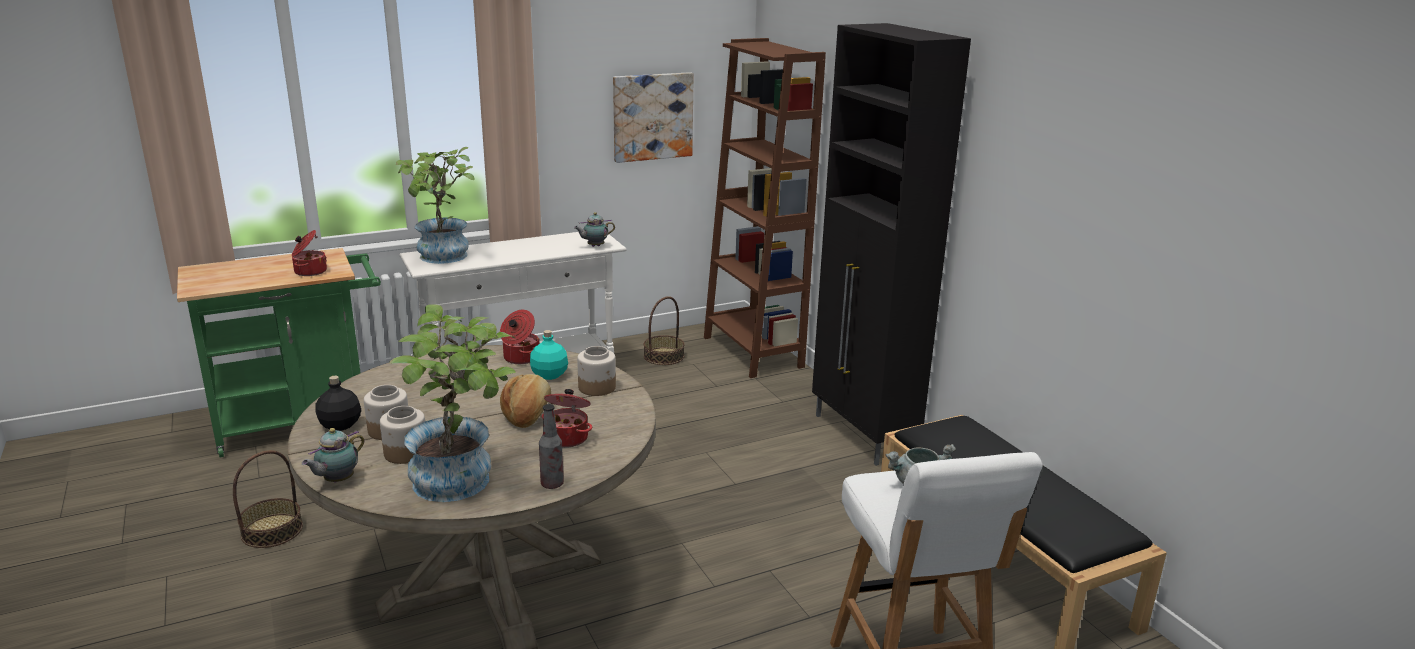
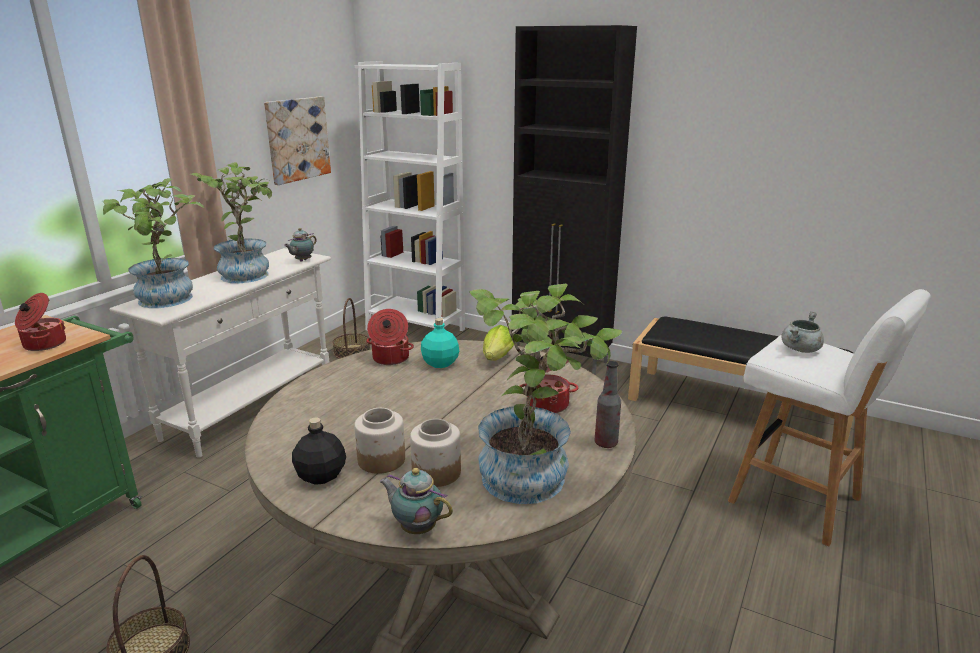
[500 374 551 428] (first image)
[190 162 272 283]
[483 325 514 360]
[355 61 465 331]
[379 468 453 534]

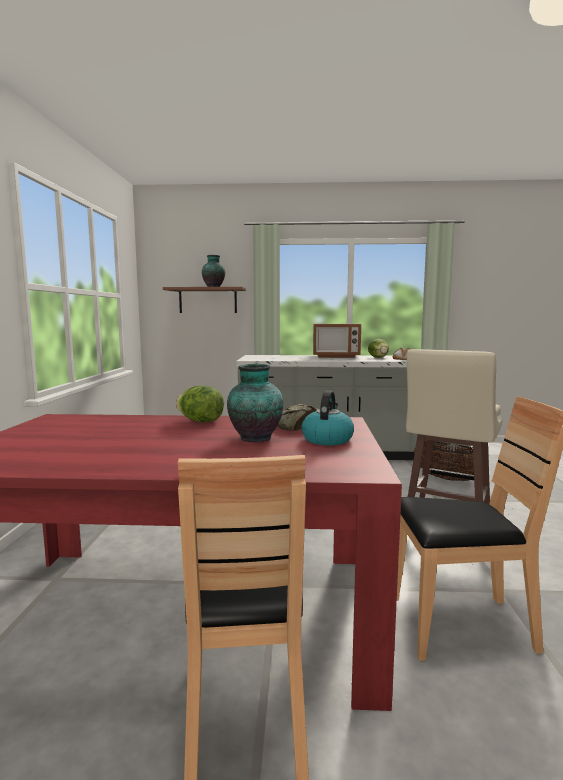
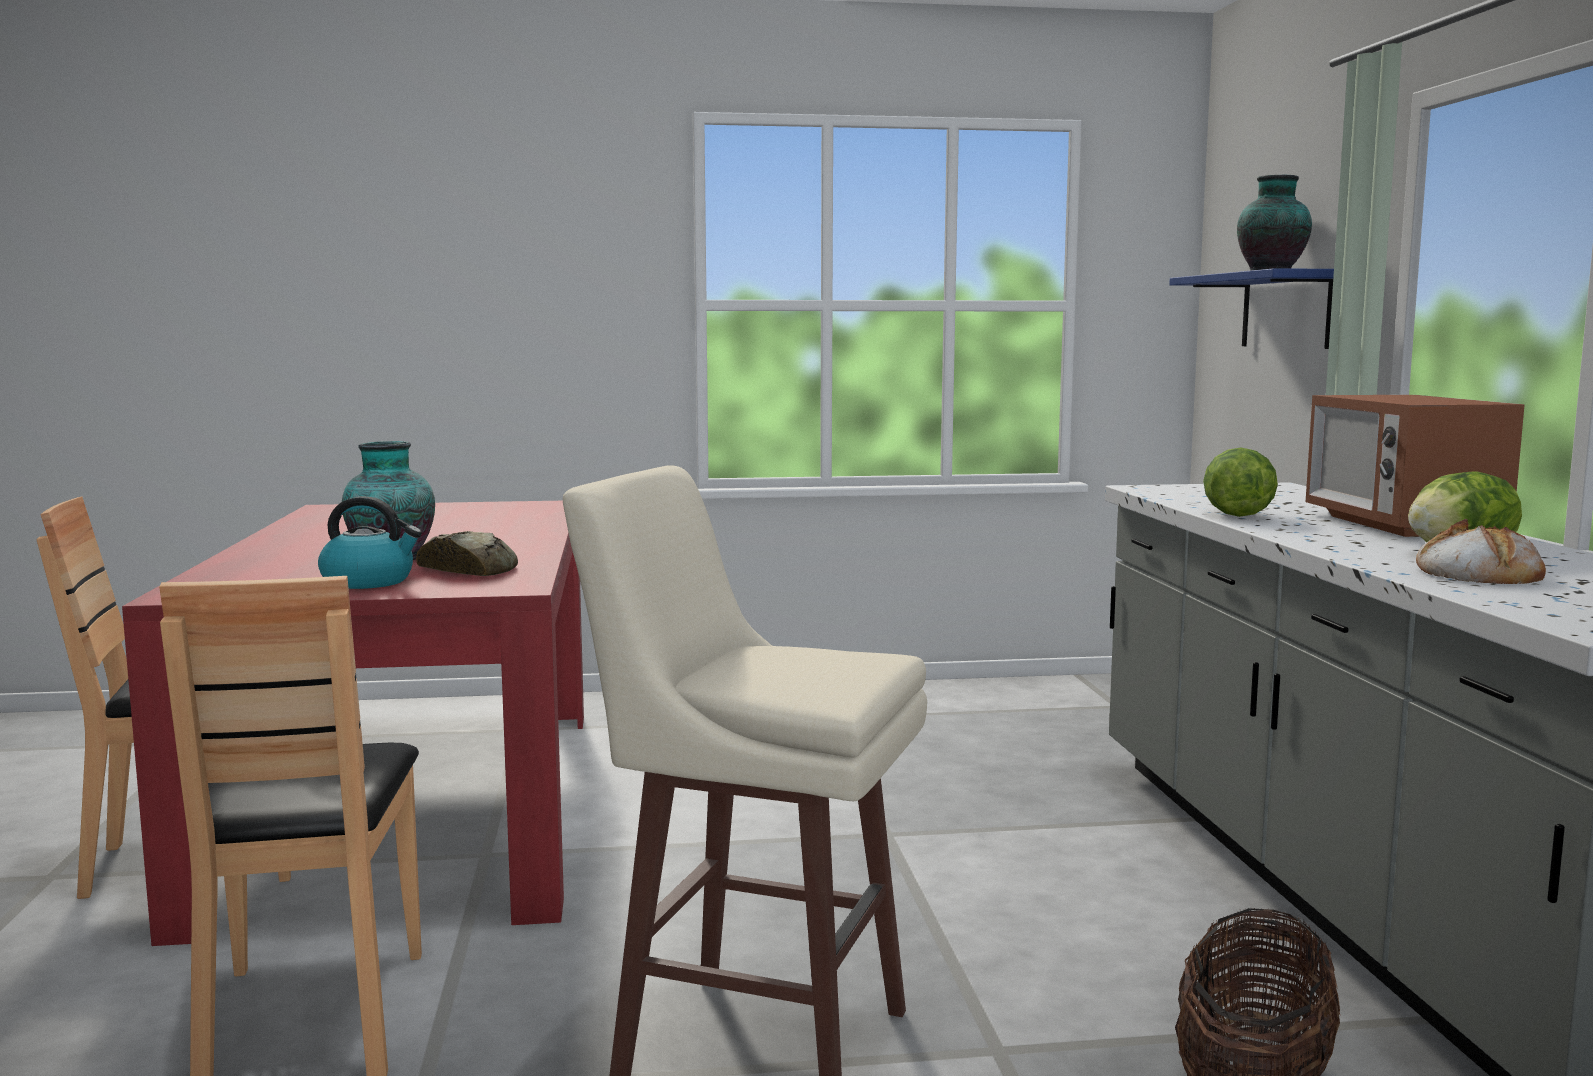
[1203 448 1278 517]
[1169 268 1334 349]

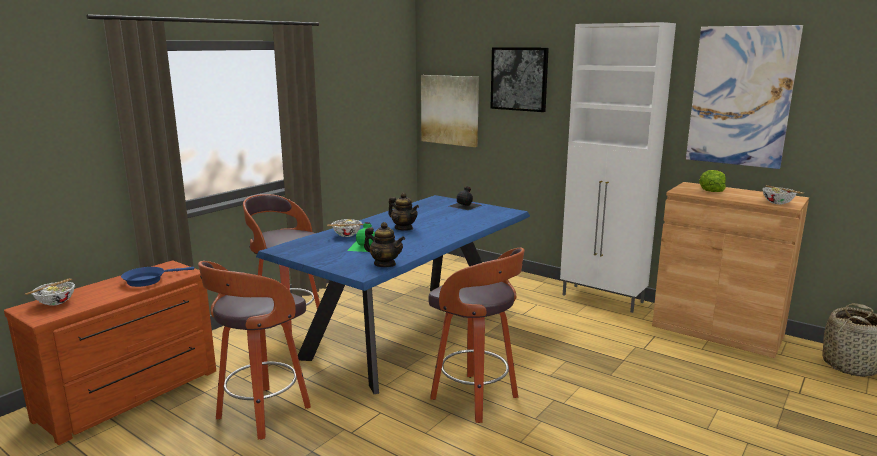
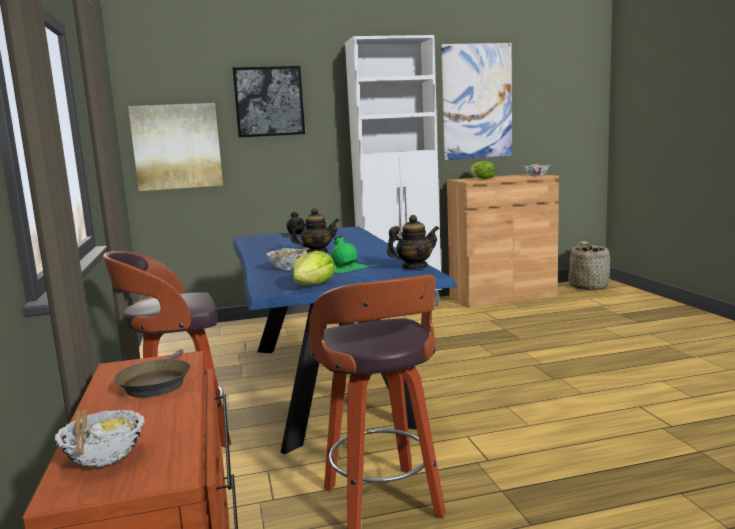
[428 248 524 423] (first image)
[293 251 335 285]
[114 349 191 397]

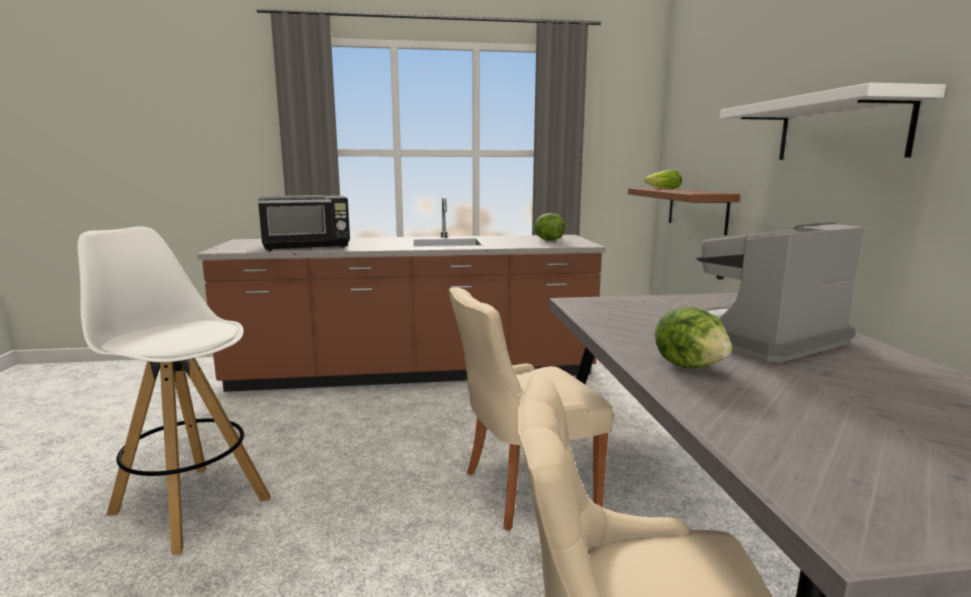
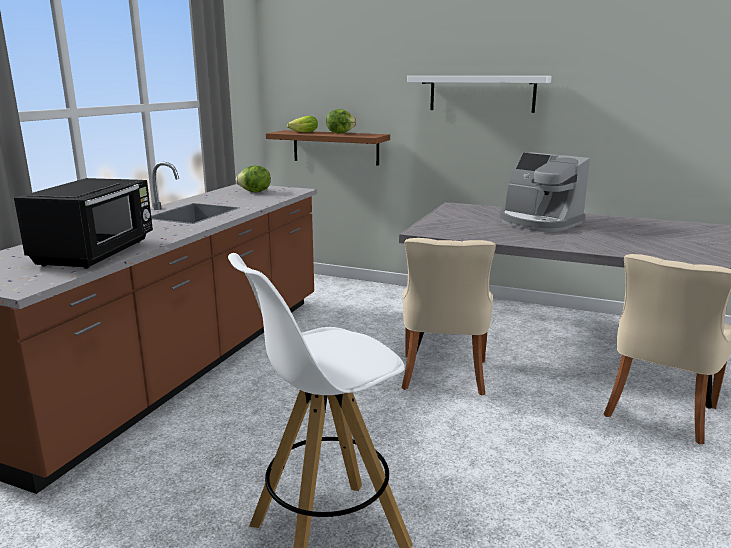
[326 109 357 134]
[500 152 590 232]

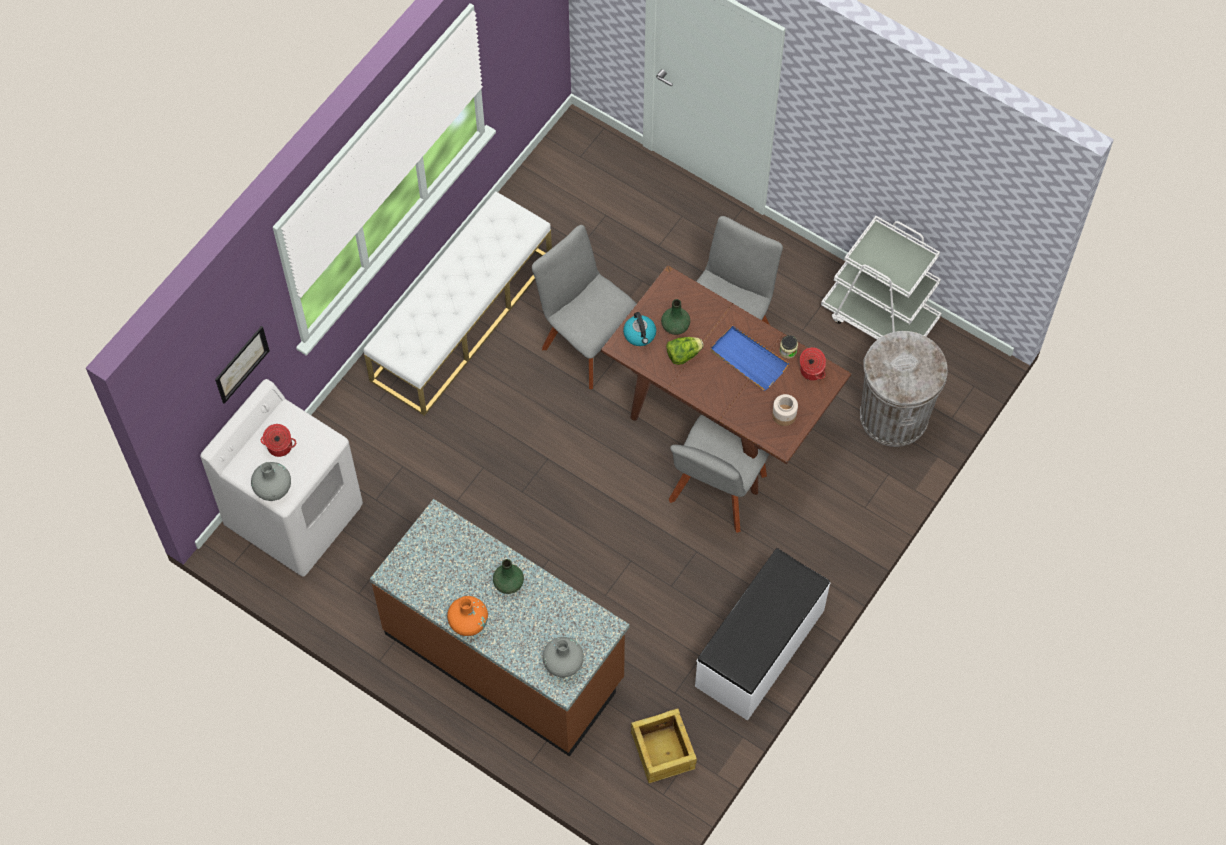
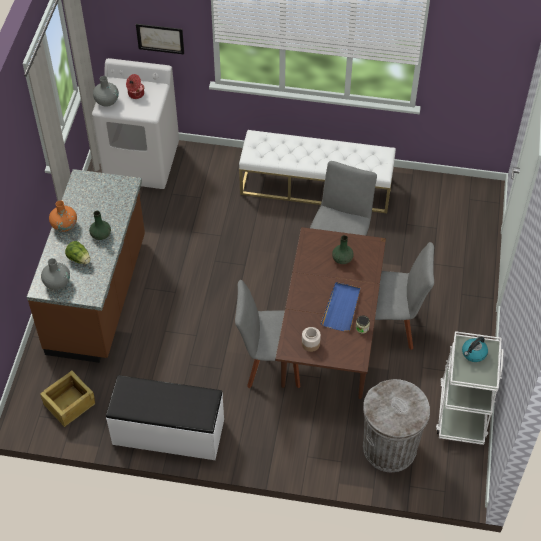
[800 347 826 380] (first image)
[462 337 488 362]
[65 241 90 264]

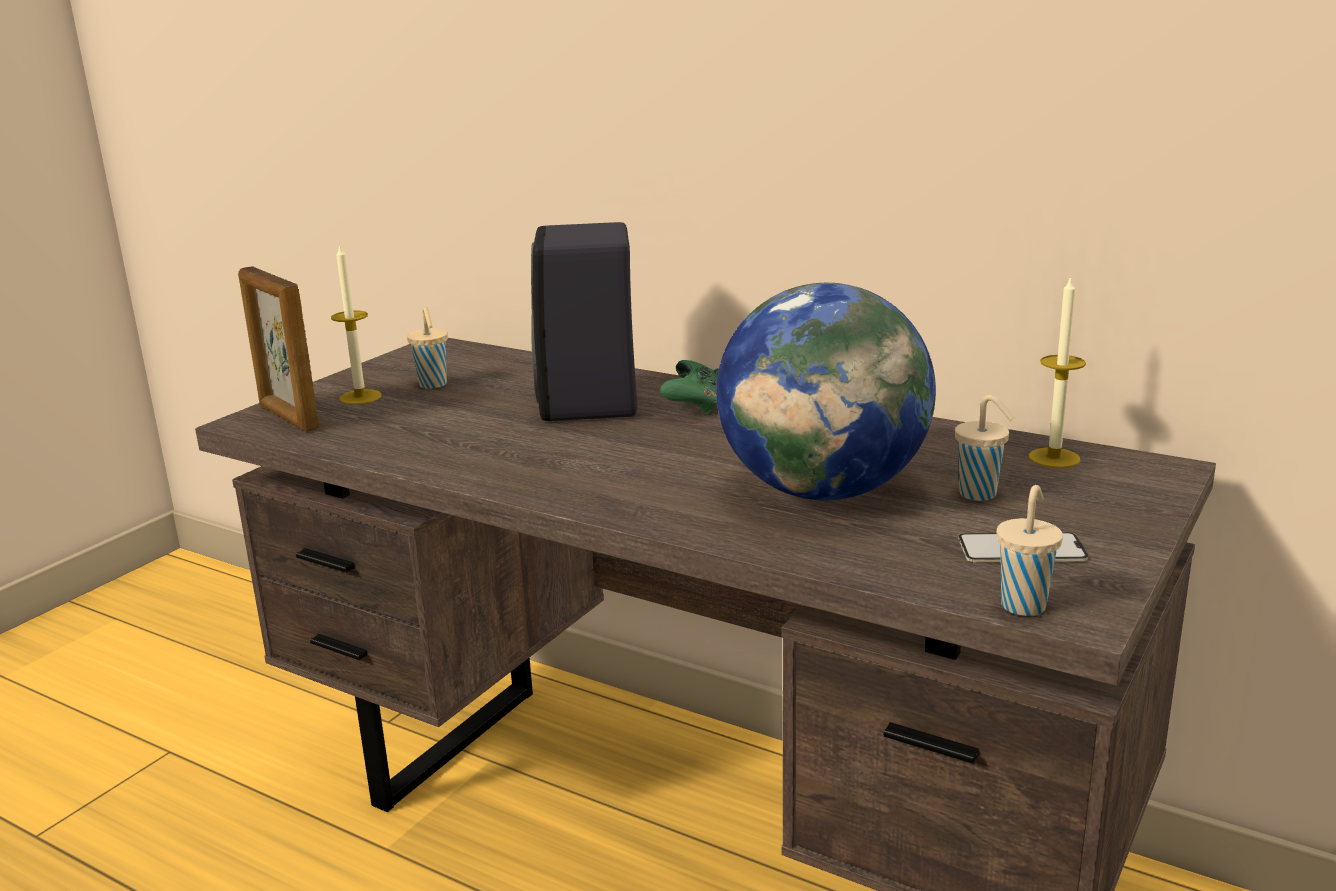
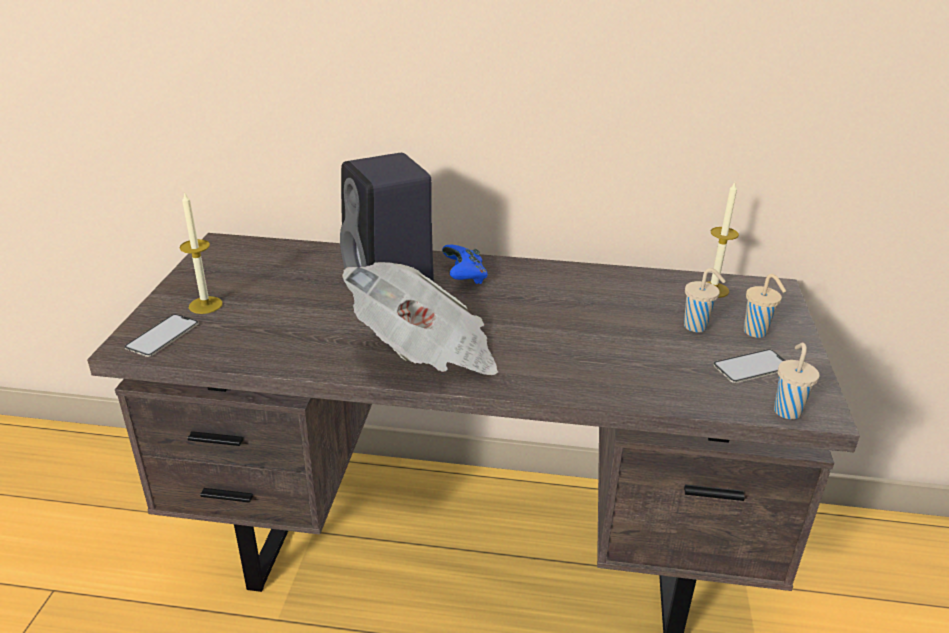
[716 283 936 500] (first image)
[342 262 498 375]
[744 274 786 338]
[124 314 199 357]
[442 245 488 284]

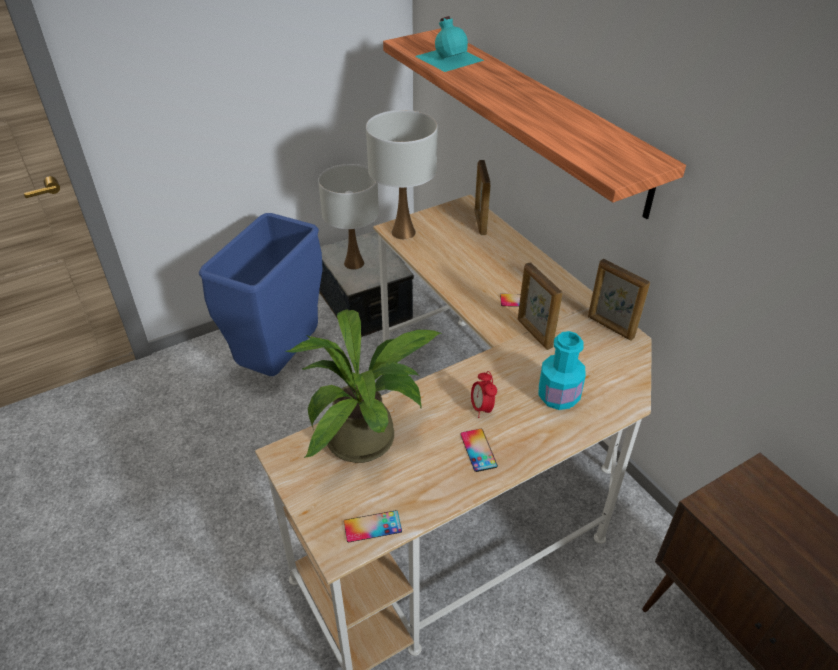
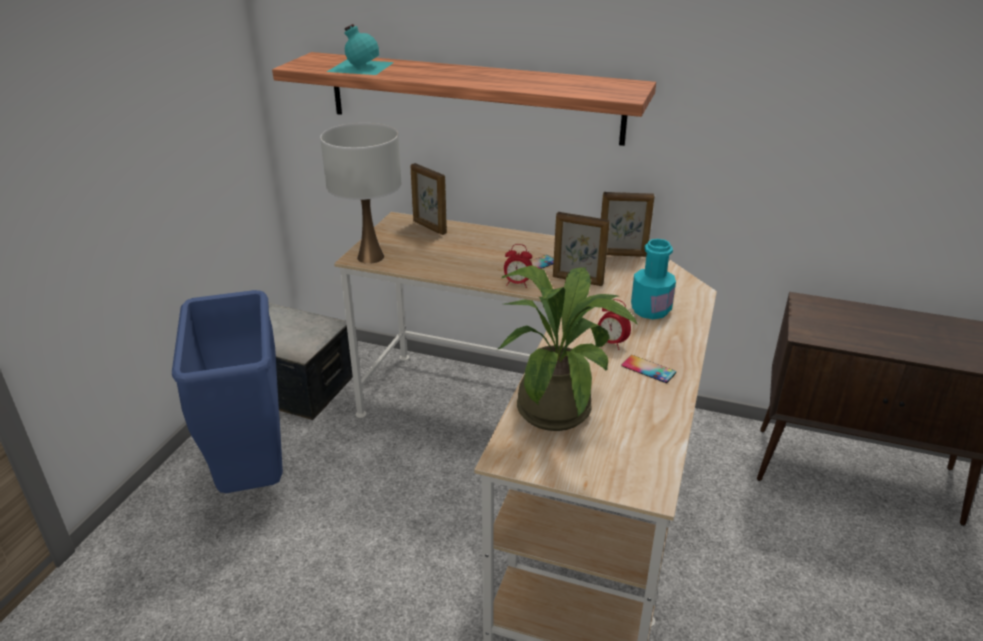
[318 164 379 270] (first image)
[344 510 402 542] (first image)
[504 244 533 288]

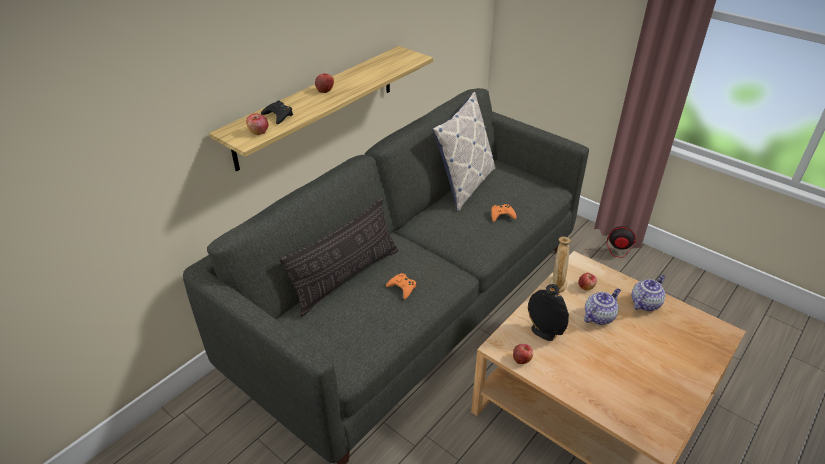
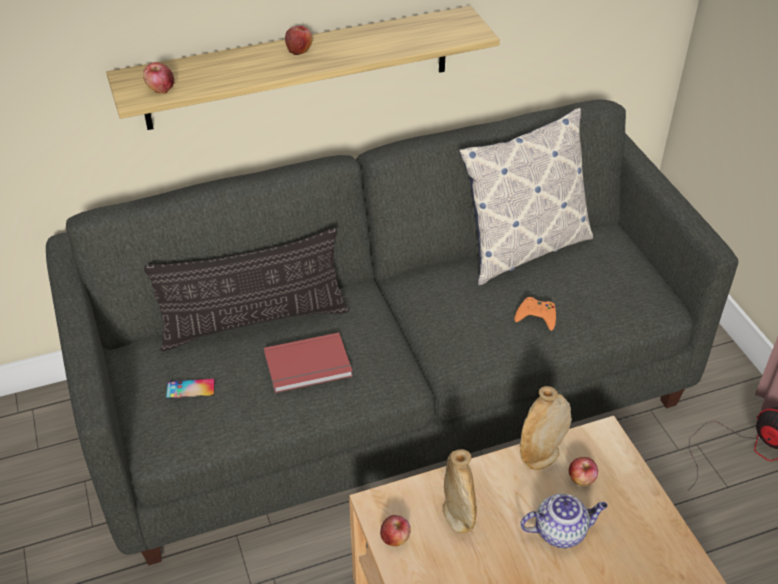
[261 101 293 124] (first image)
[632 275 665 311] (first image)
[166 379 215 399]
[264 333 353 393]
[443 449 477 533]

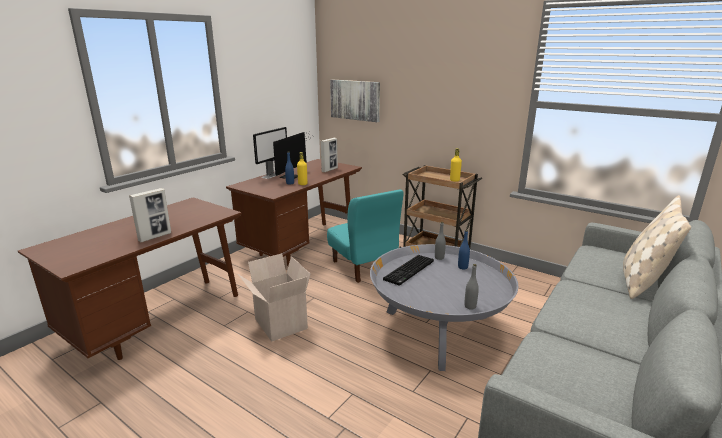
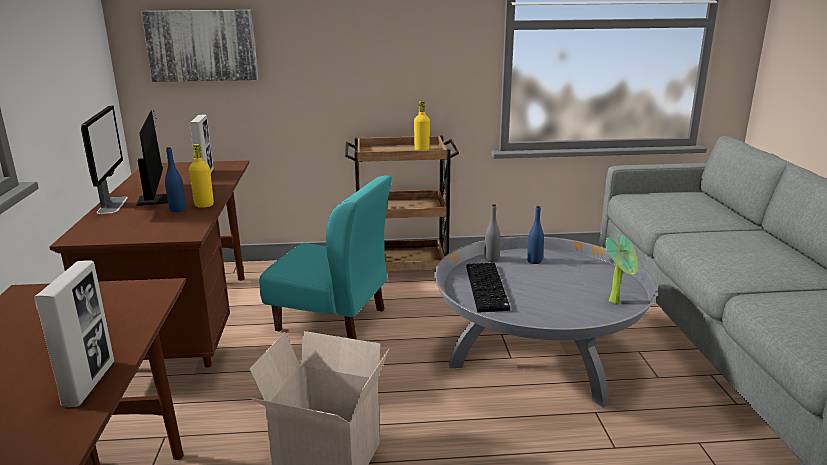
[623 195 691 299] (first image)
[605 235 638 305]

